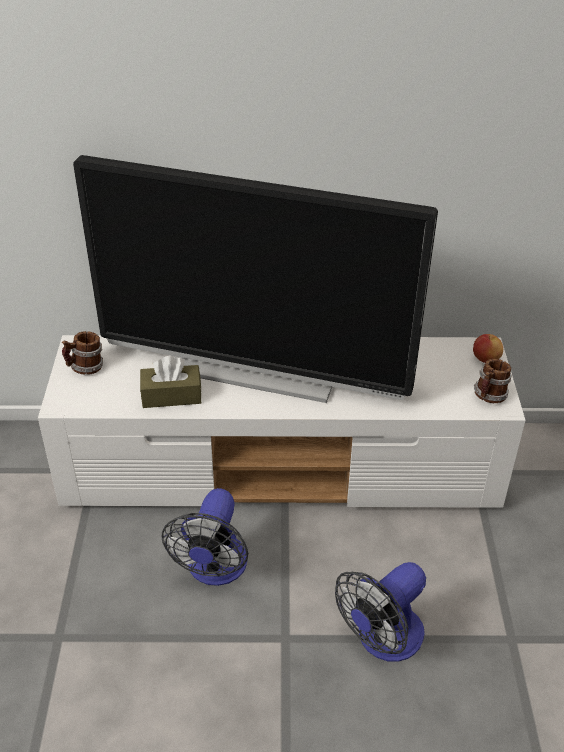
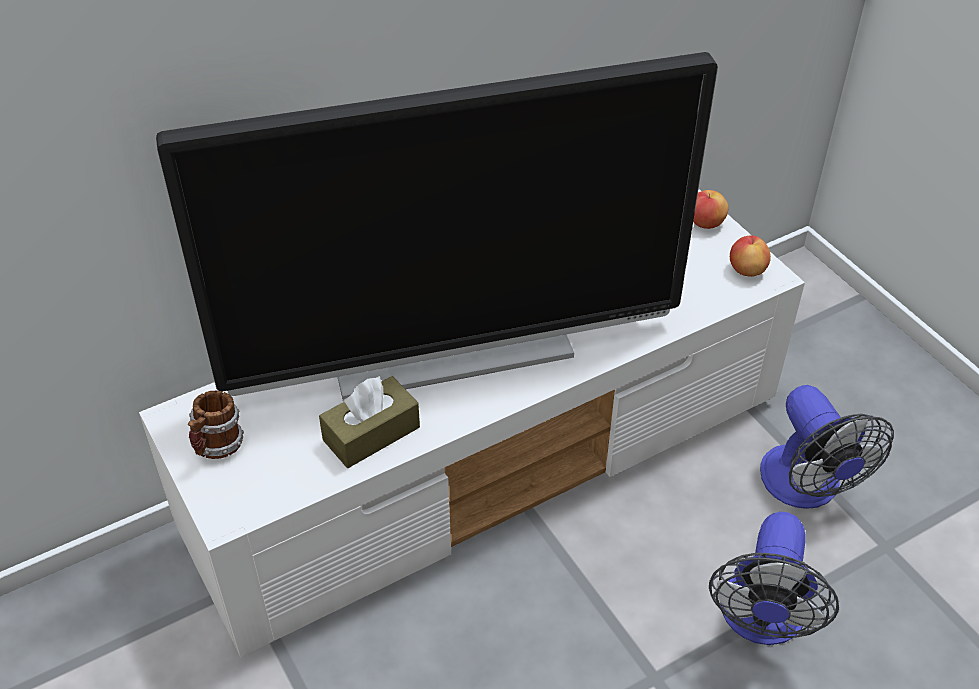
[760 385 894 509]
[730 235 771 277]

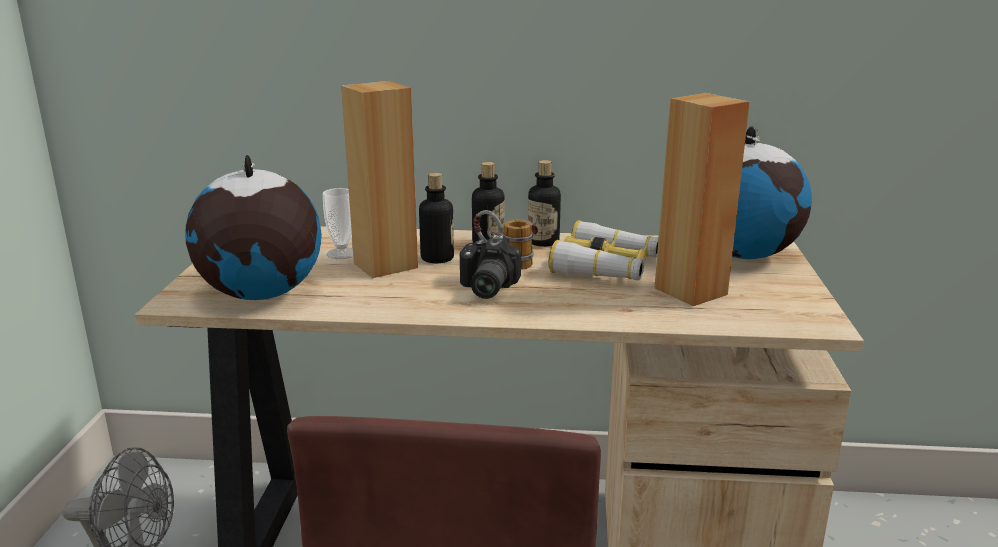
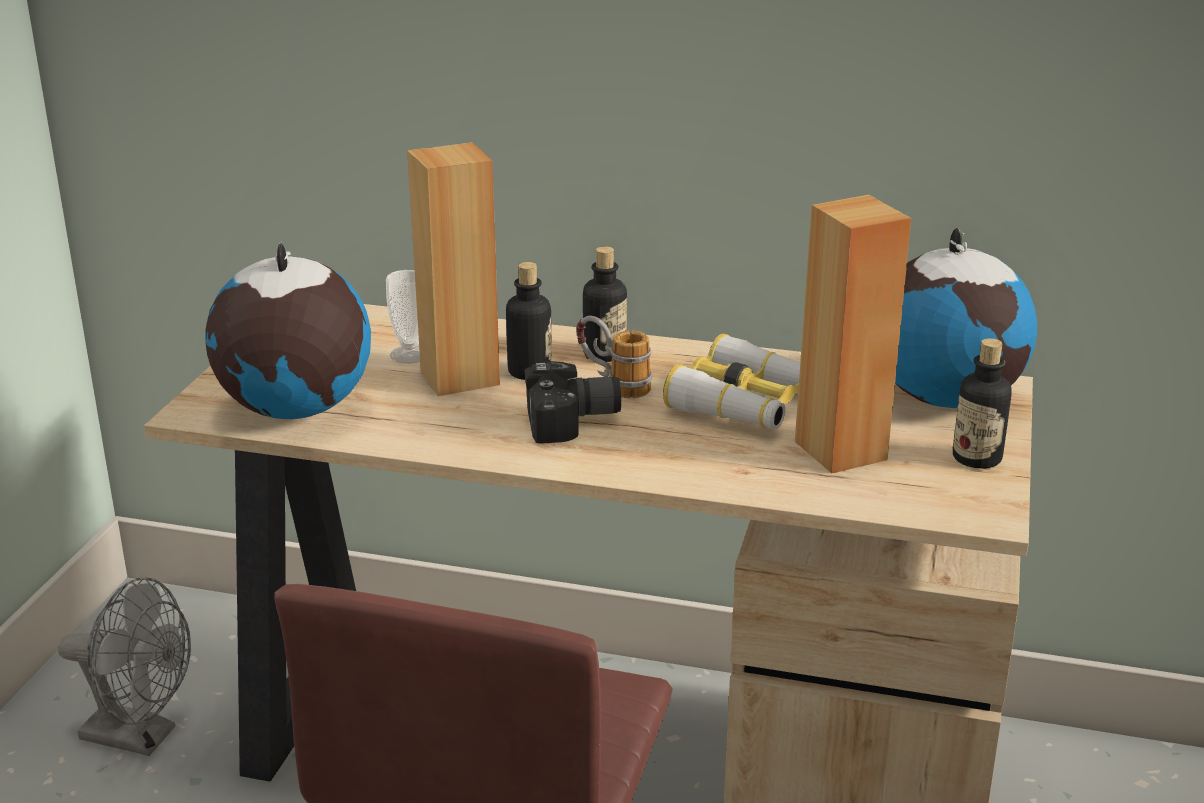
[953 338 1012 469]
[525 361 621 444]

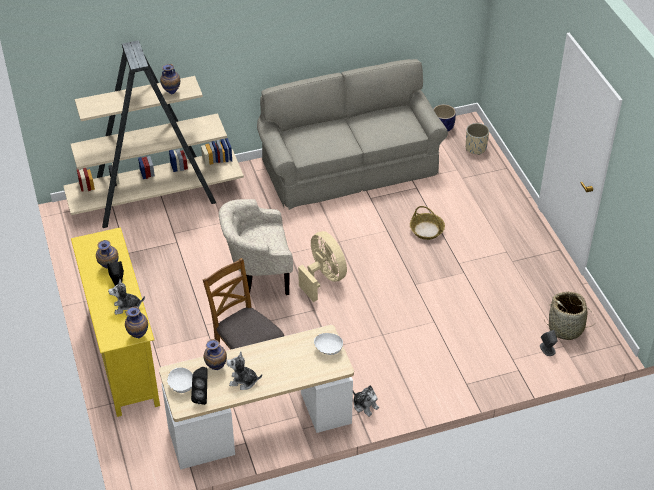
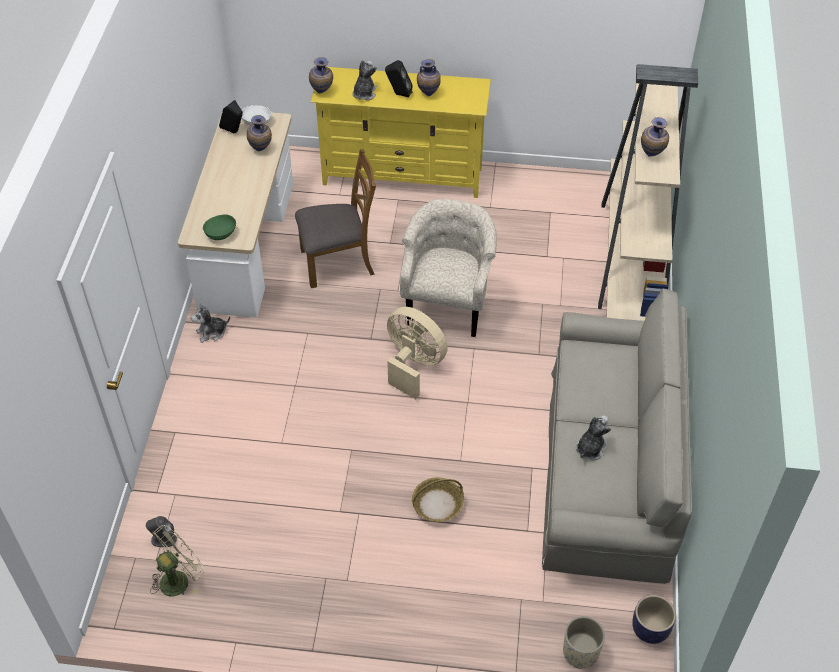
[576 415 611 460]
[150 525 205 597]
[203 214 236 240]
[387 307 448 399]

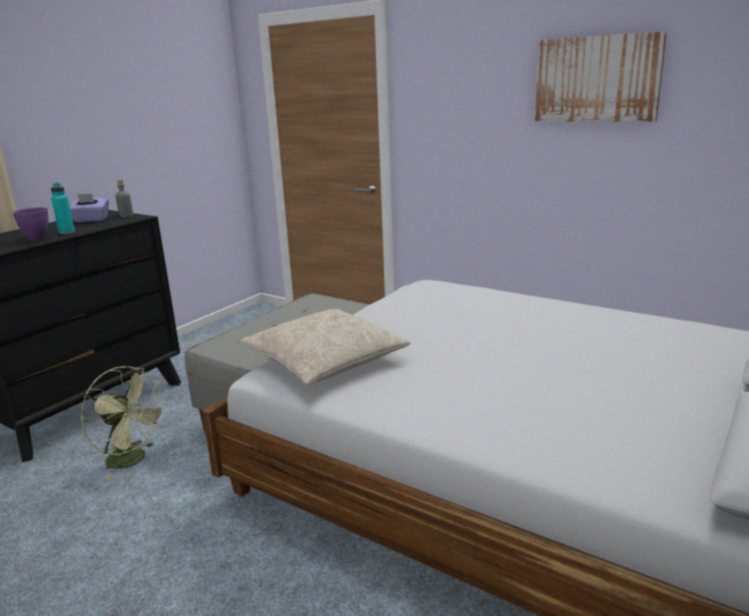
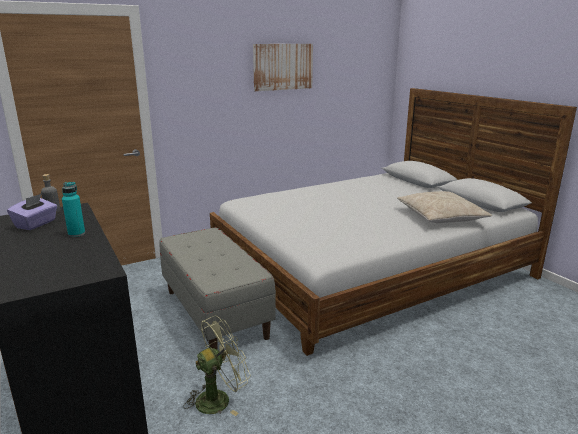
[13 207 48 241] (first image)
[397 191 492 223]

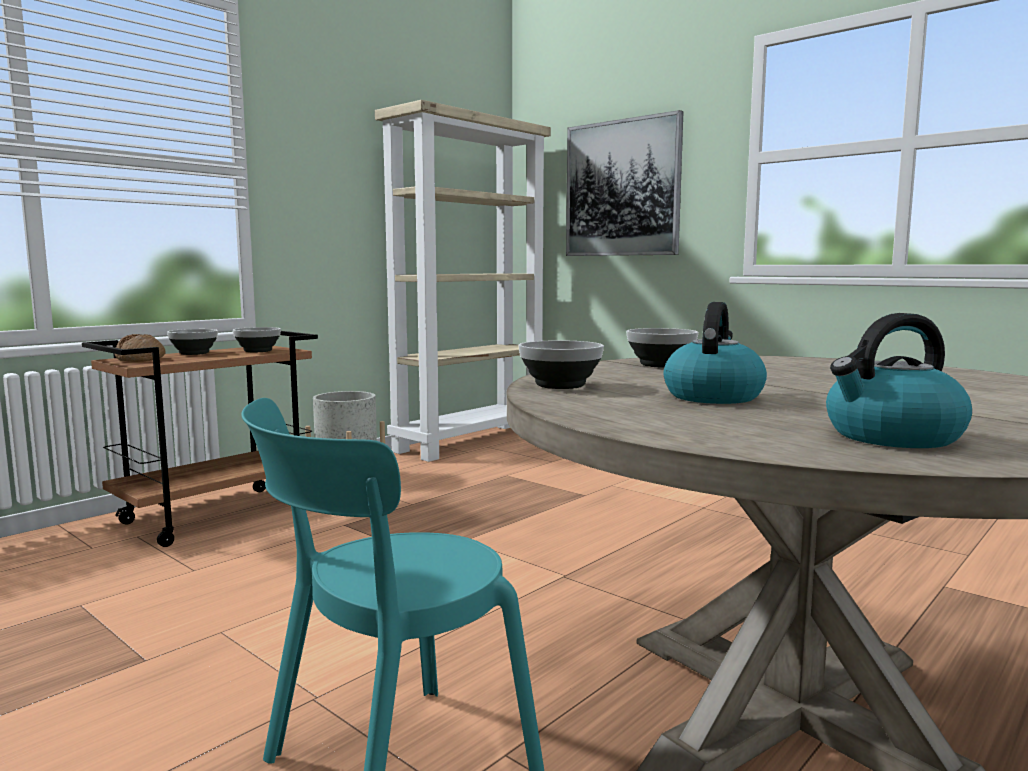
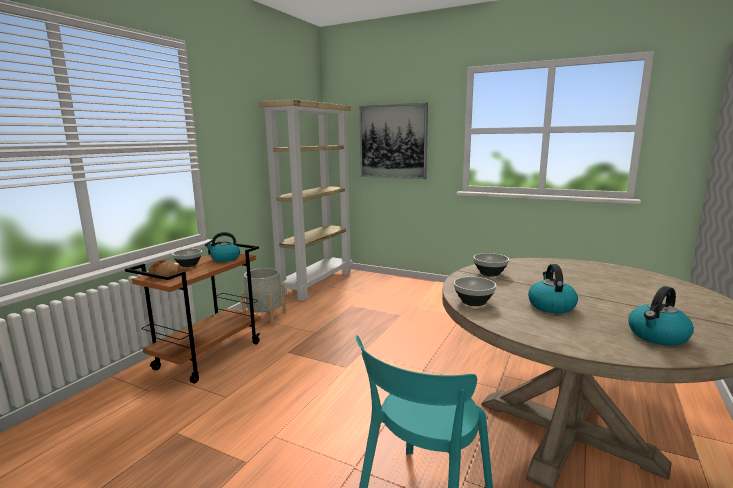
[205 232 240 262]

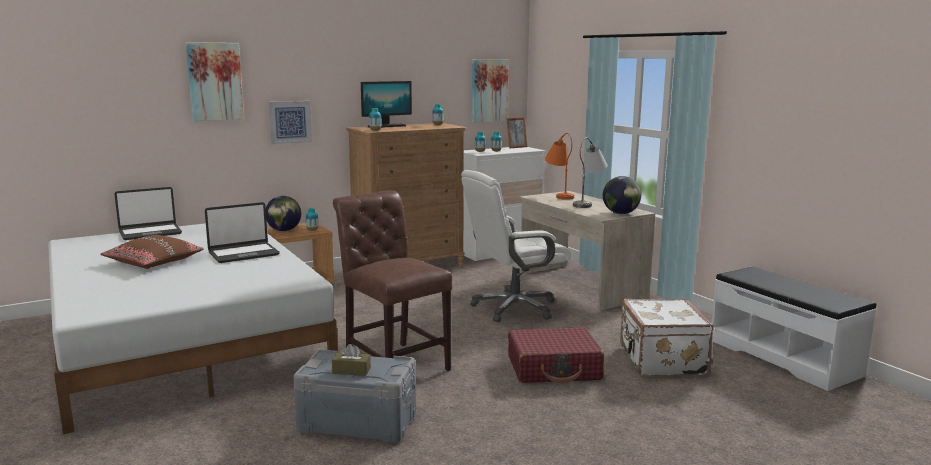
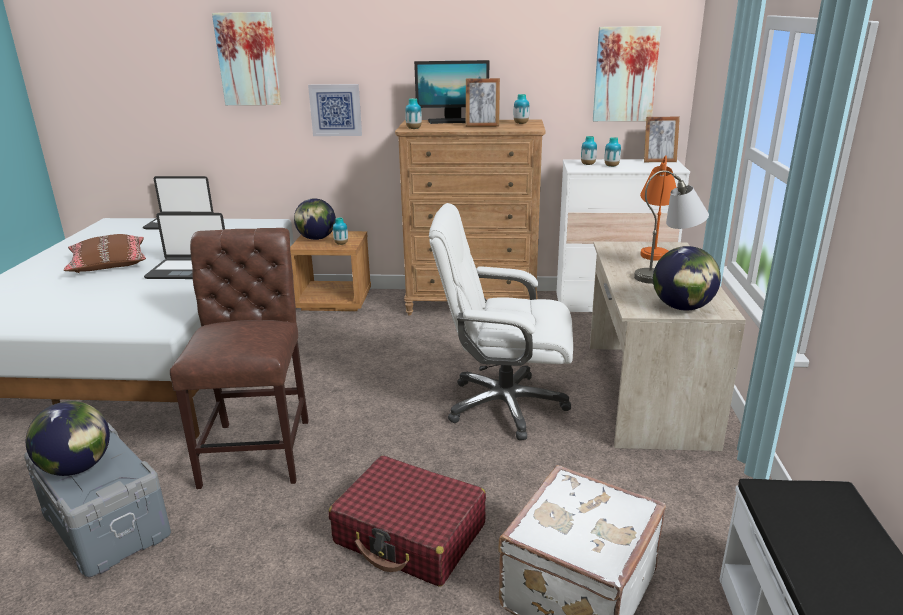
[466 78 500 127]
[26 401 110 476]

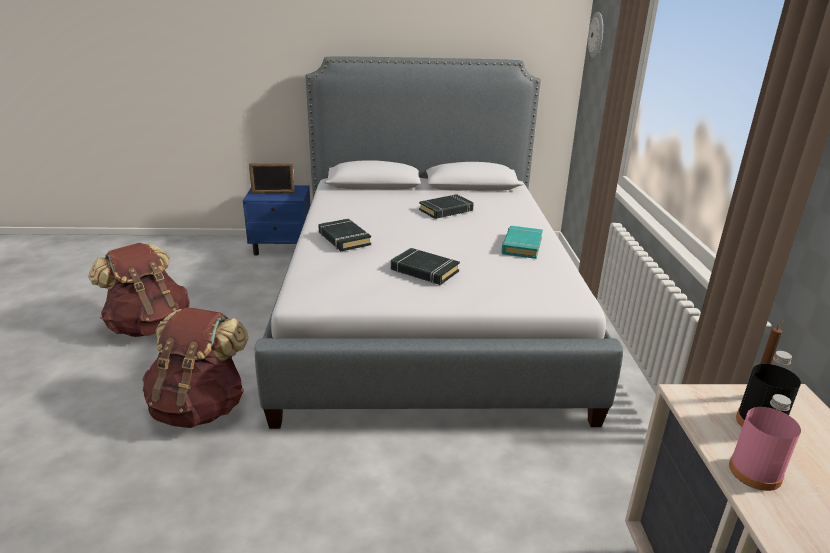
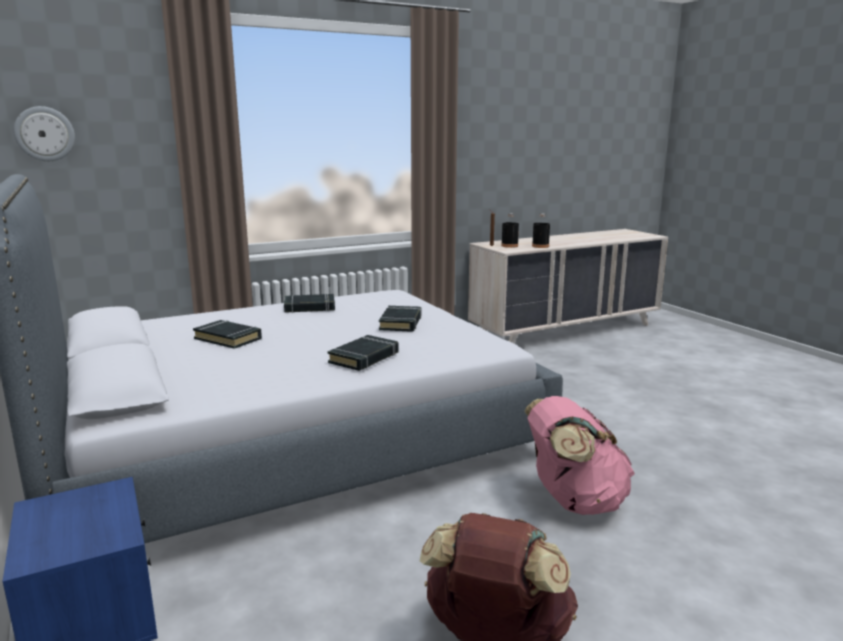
[249 163 295 193] (first image)
[524 396 635 515]
[284 294 335 313]
[532 214 550 248]

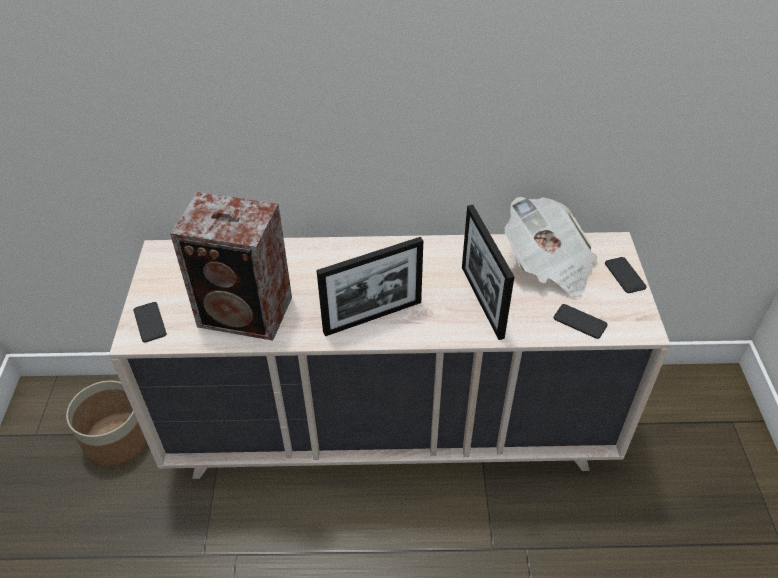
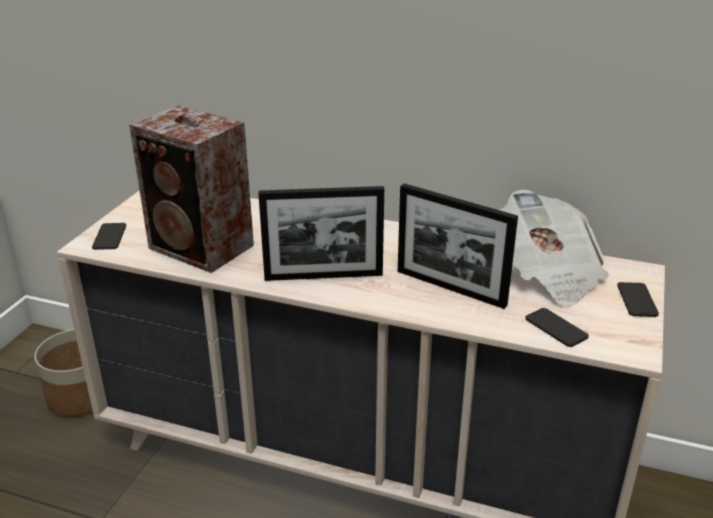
[398 183 518 309]

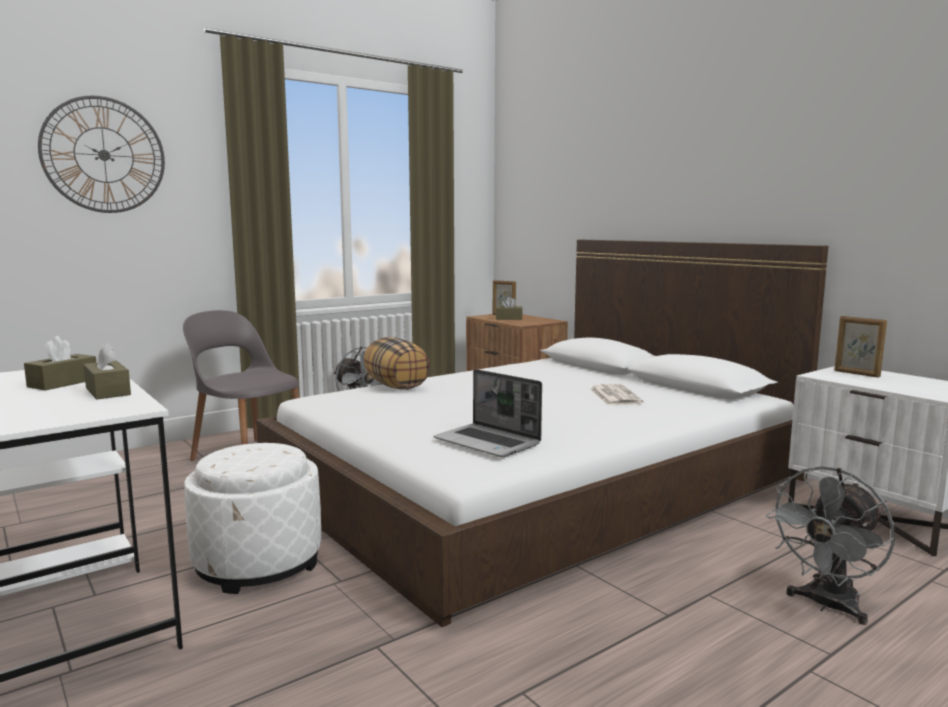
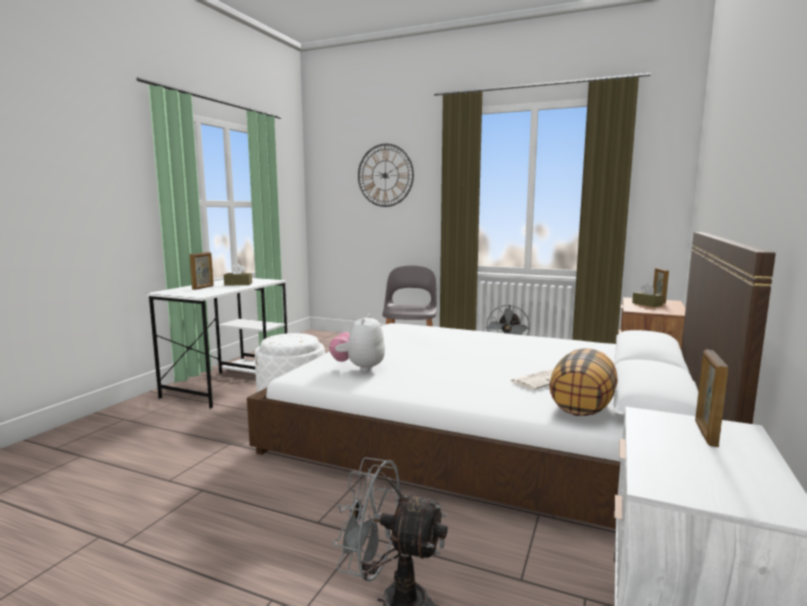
[84 342 131 400] (first image)
[190 252 214 290]
[549 348 618 416]
[329 314 385 372]

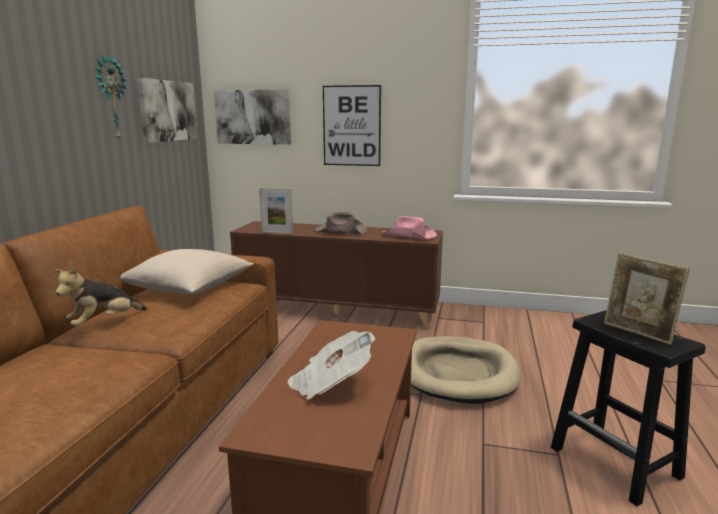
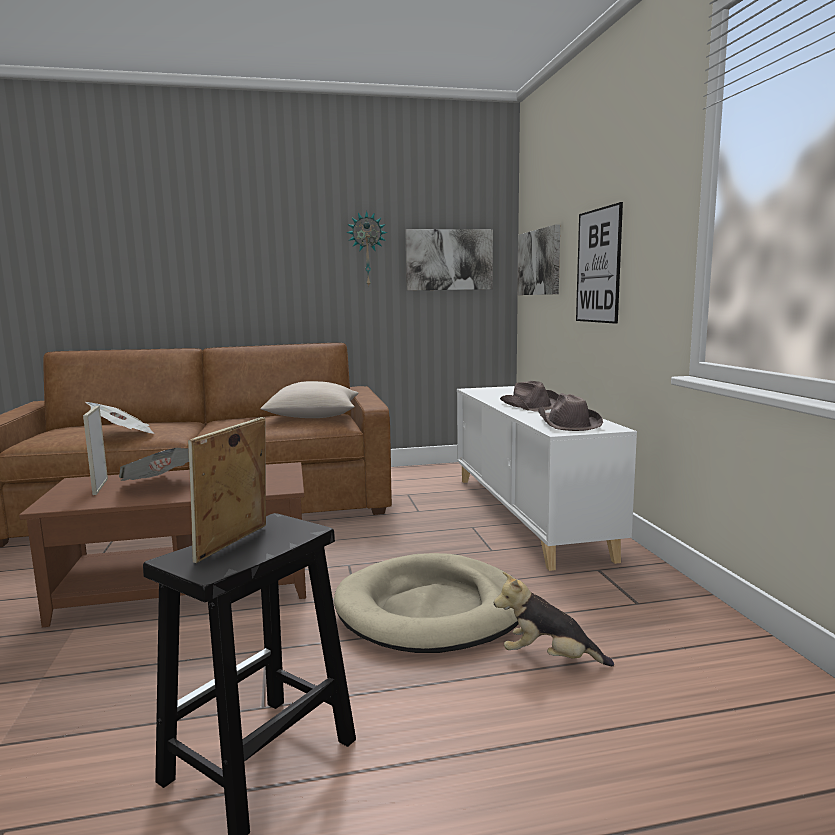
[85 402 154 434]
[494 572 614 667]
[83 406 108 495]
[457 386 637 571]
[538 393 603 431]

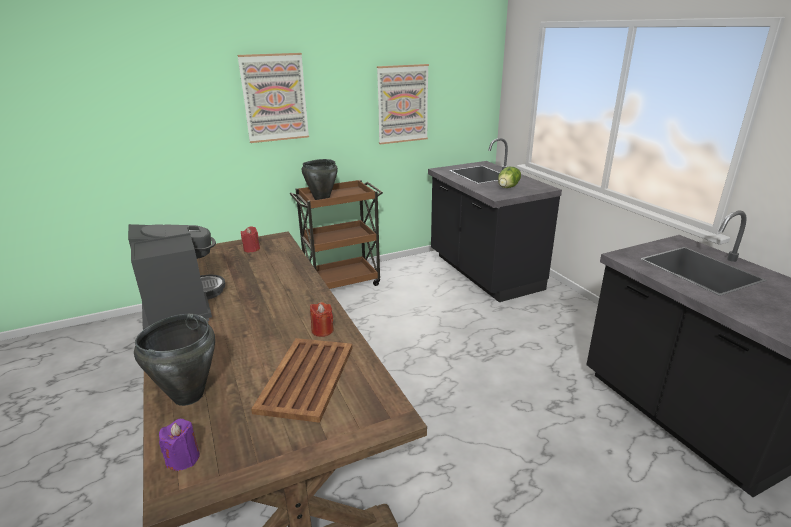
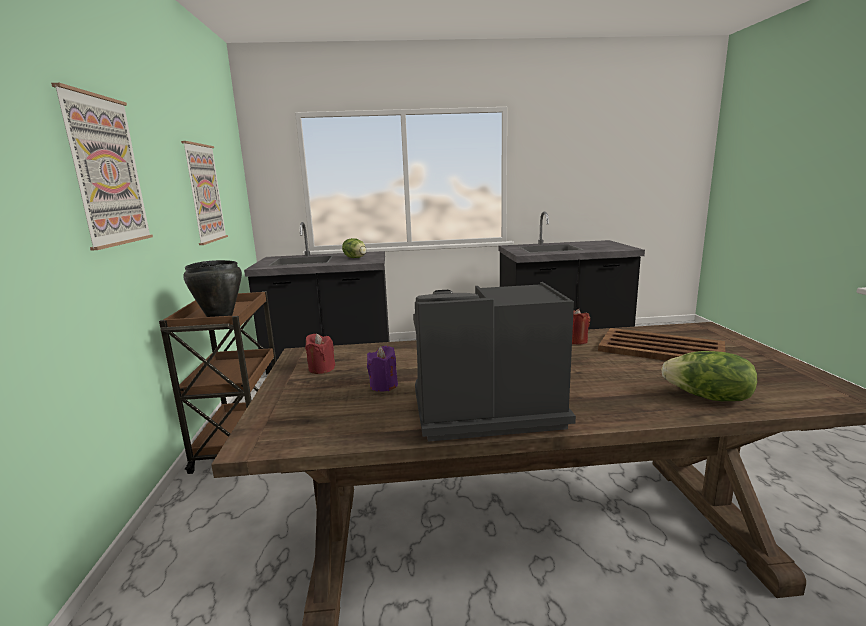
[367 346 398 392]
[661 351 757 401]

